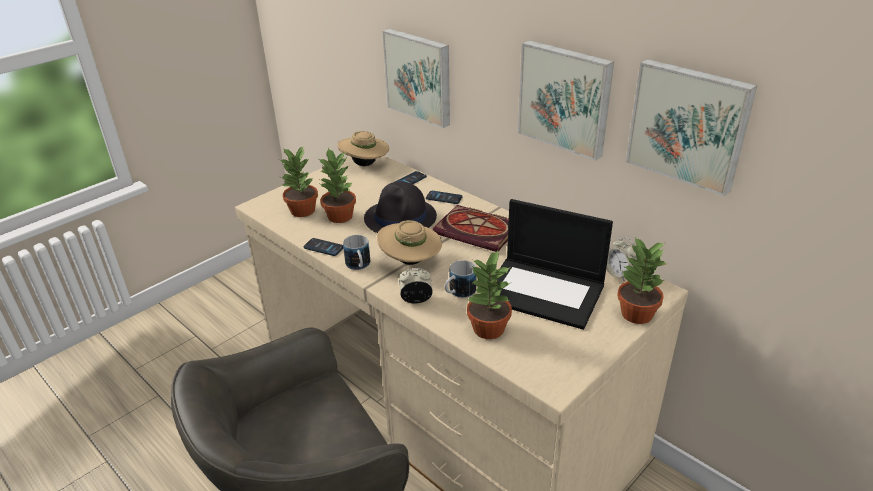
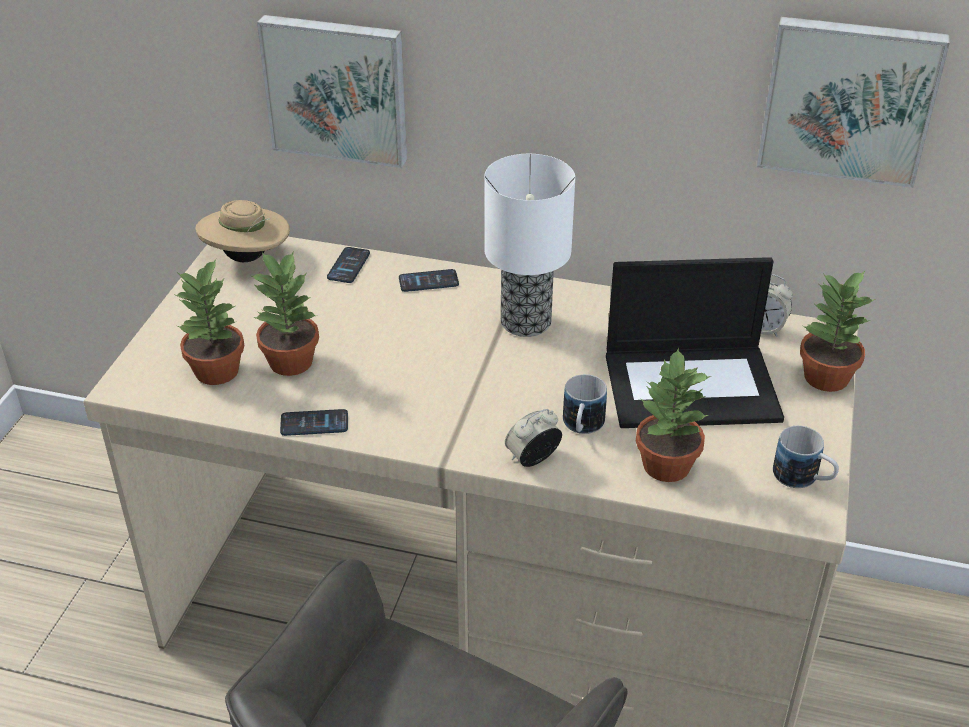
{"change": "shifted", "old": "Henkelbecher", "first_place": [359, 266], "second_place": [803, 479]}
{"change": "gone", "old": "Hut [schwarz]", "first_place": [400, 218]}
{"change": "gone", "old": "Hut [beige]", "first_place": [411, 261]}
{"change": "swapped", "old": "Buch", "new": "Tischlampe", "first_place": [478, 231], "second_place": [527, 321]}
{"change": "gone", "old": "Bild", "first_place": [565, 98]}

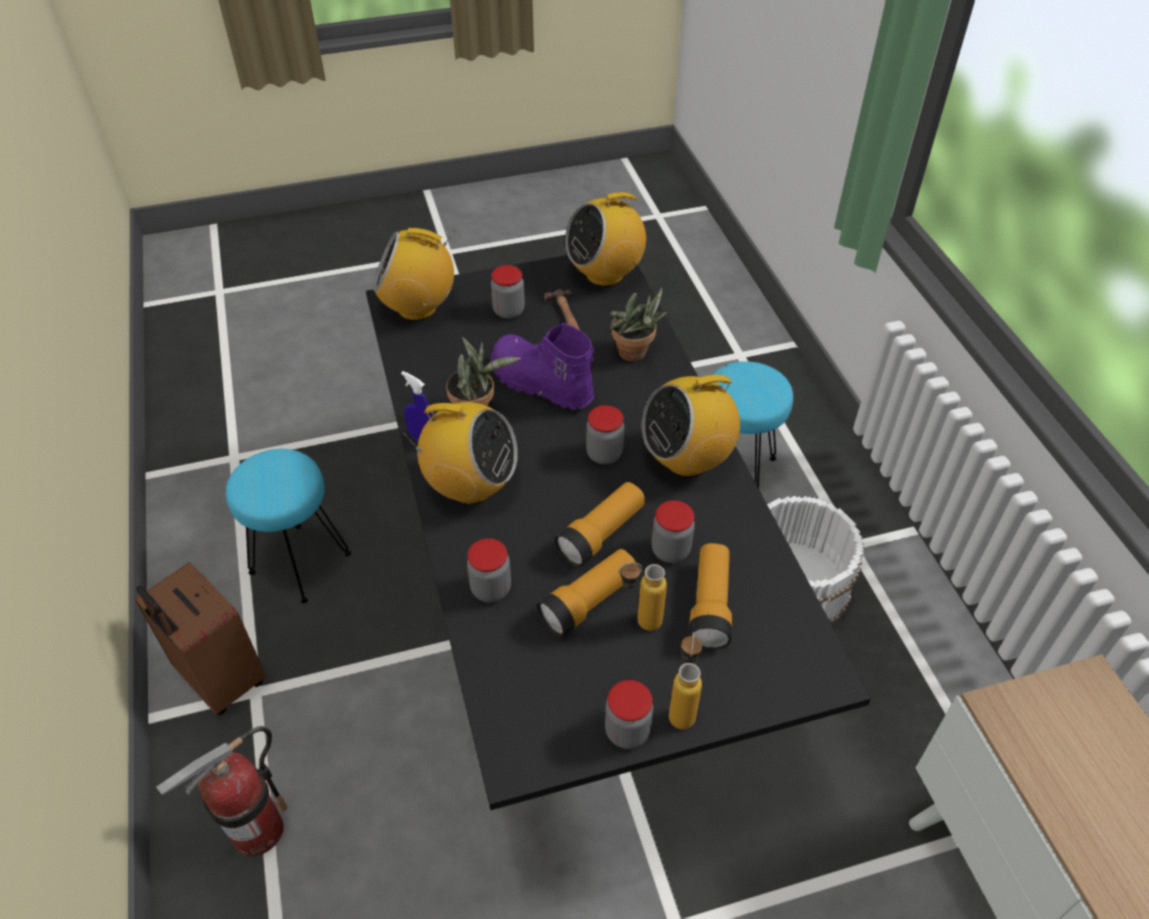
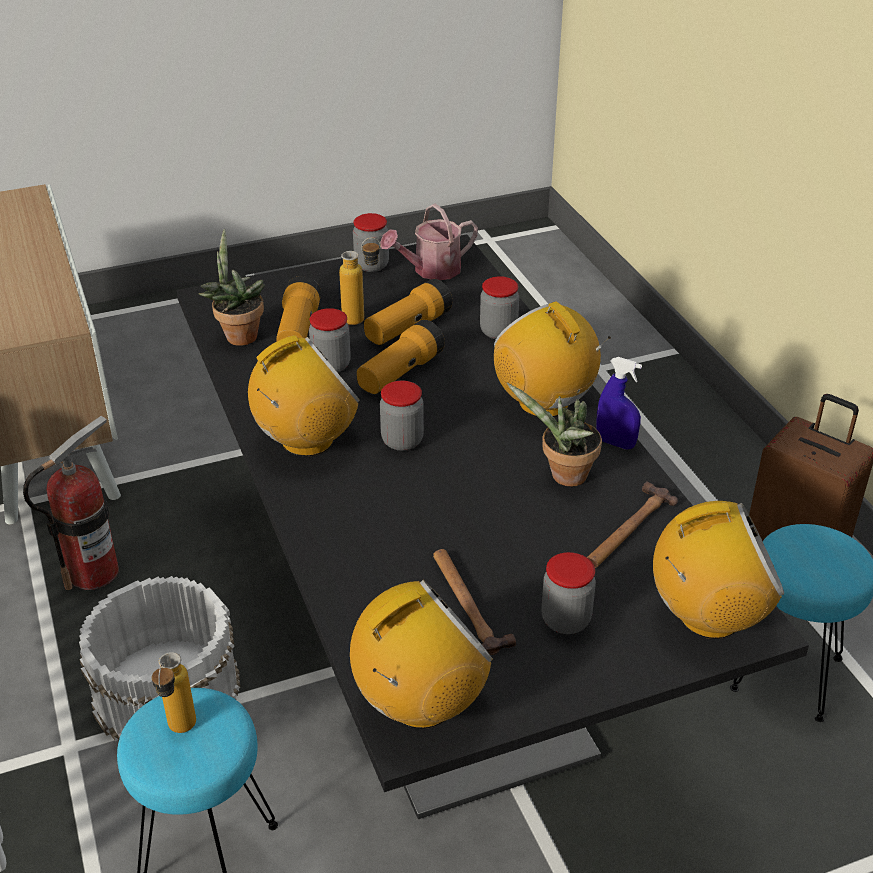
{"change": "shifted", "old": "Feuerlöscher", "first_place": [257, 830], "second_place": [93, 572]}
{"change": "rotated", "old": "Radio", "first_place": [470, 486], "second_place": [544, 403], "degrees": 45}
{"change": "gone", "old": "Stiefel [lila]", "first_place": [540, 384]}
{"change": "shifted", "old": "Topfpflanze", "first_place": [635, 355], "second_place": [238, 335]}
{"change": "shifted", "old": "Flasche", "first_place": [682, 707], "second_place": [179, 732]}
{"change": "new", "new": "Gießkanne", "second_place": [431, 270]}
{"change": "new", "new": "Hammer", "second_place": [627, 529]}

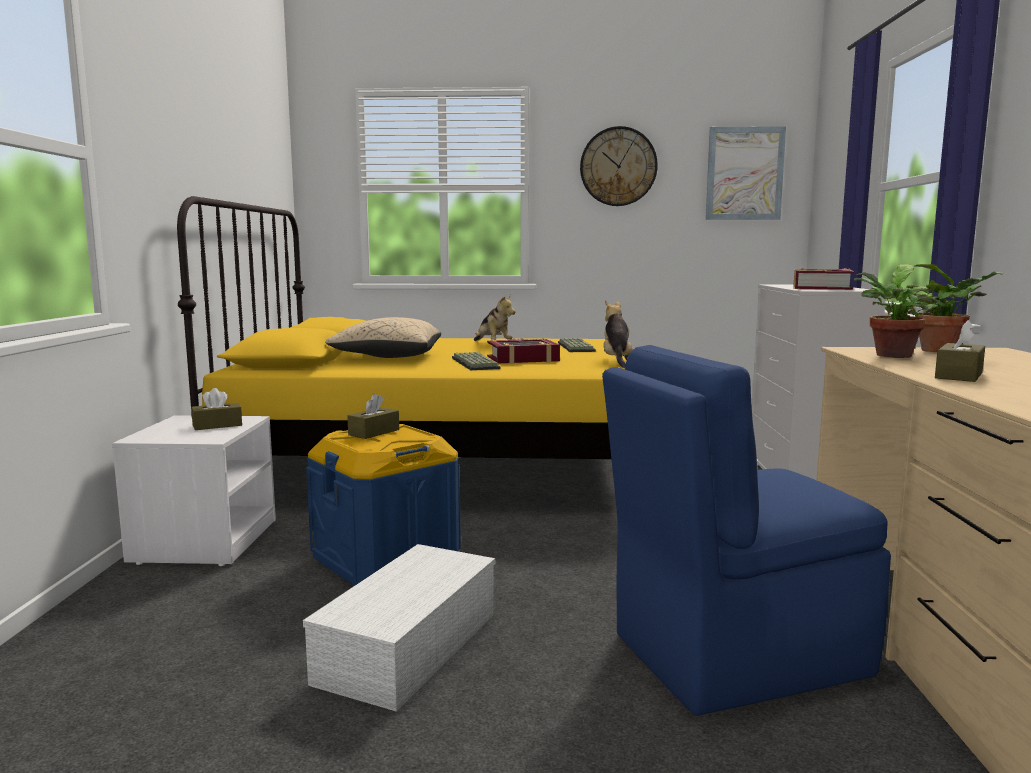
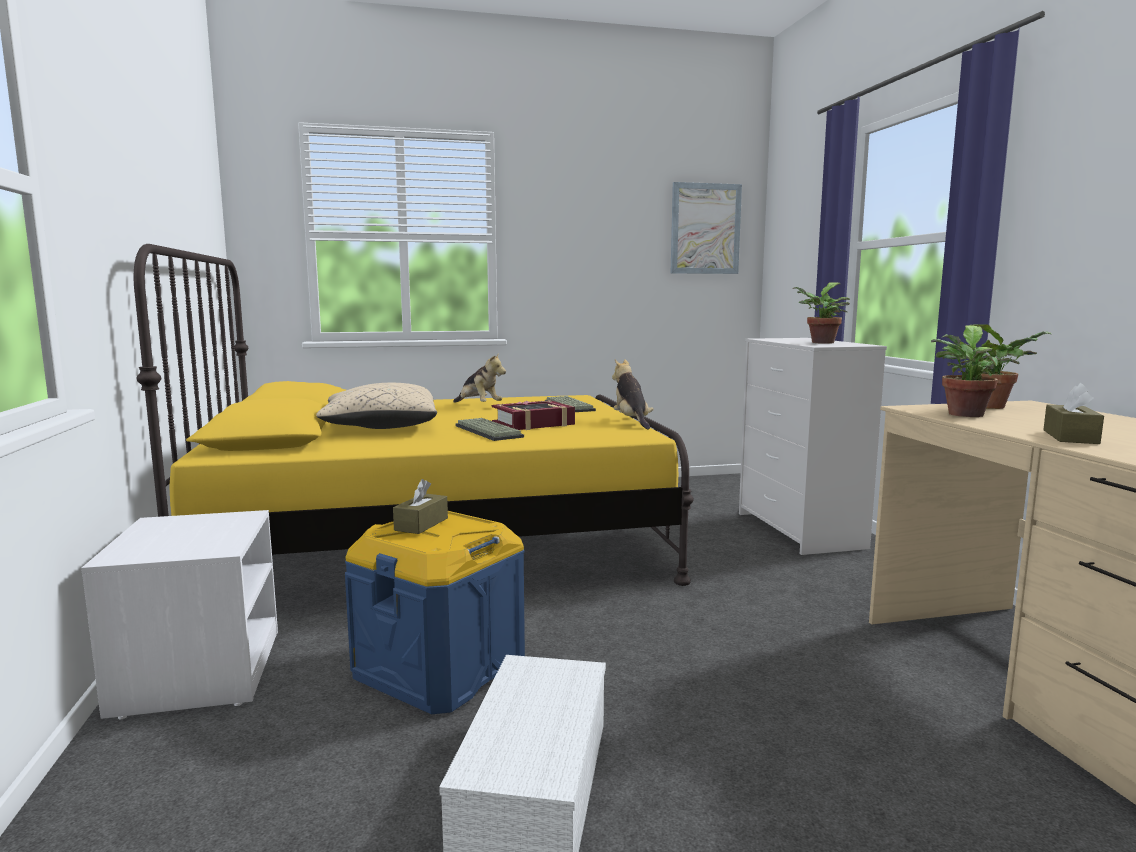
{"change": "gone", "old": "Taschentuchbox [braun]", "first_place": [217, 425]}
{"change": "gone", "old": "Wanduhr", "first_place": [618, 166]}
{"change": "gone", "old": "Stuhl [blau]", "first_place": [733, 655]}
{"change": "swapped", "old": "Buch", "new": "Topfpflanze", "first_place": [821, 288], "second_place": [820, 343]}

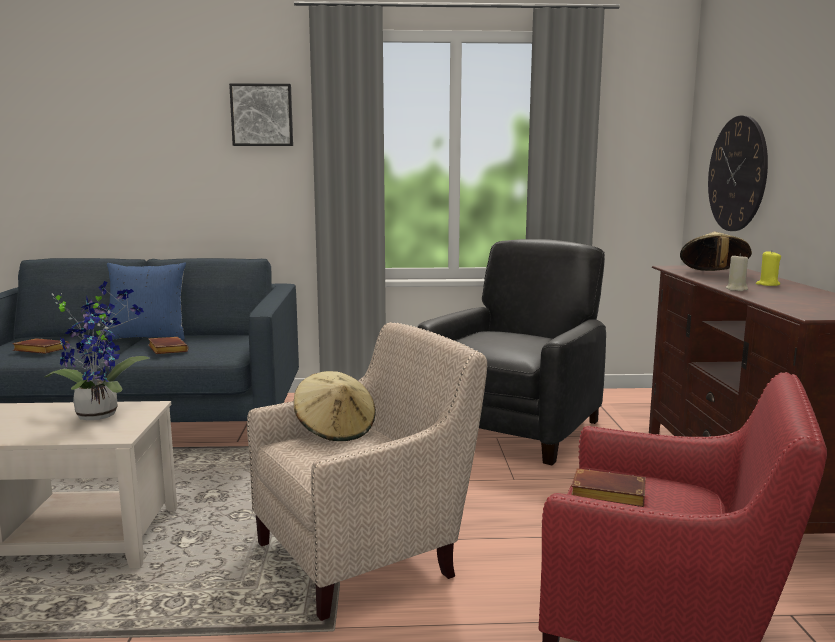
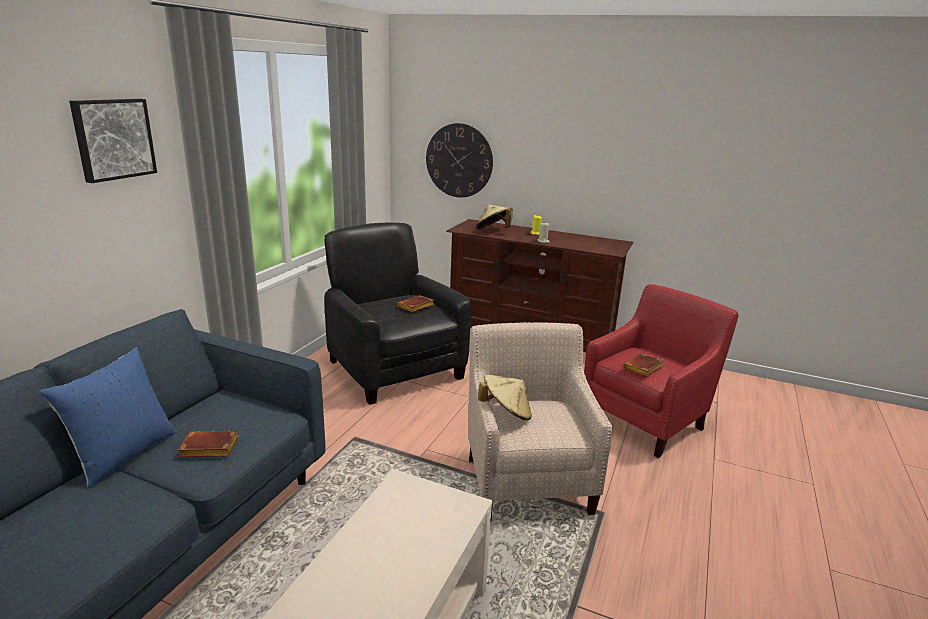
{"change": "shifted", "old": "Buch [braun]", "first_place": [39, 351], "second_place": [415, 307]}
{"change": "gone", "old": "Topfpflanze", "first_place": [101, 413]}

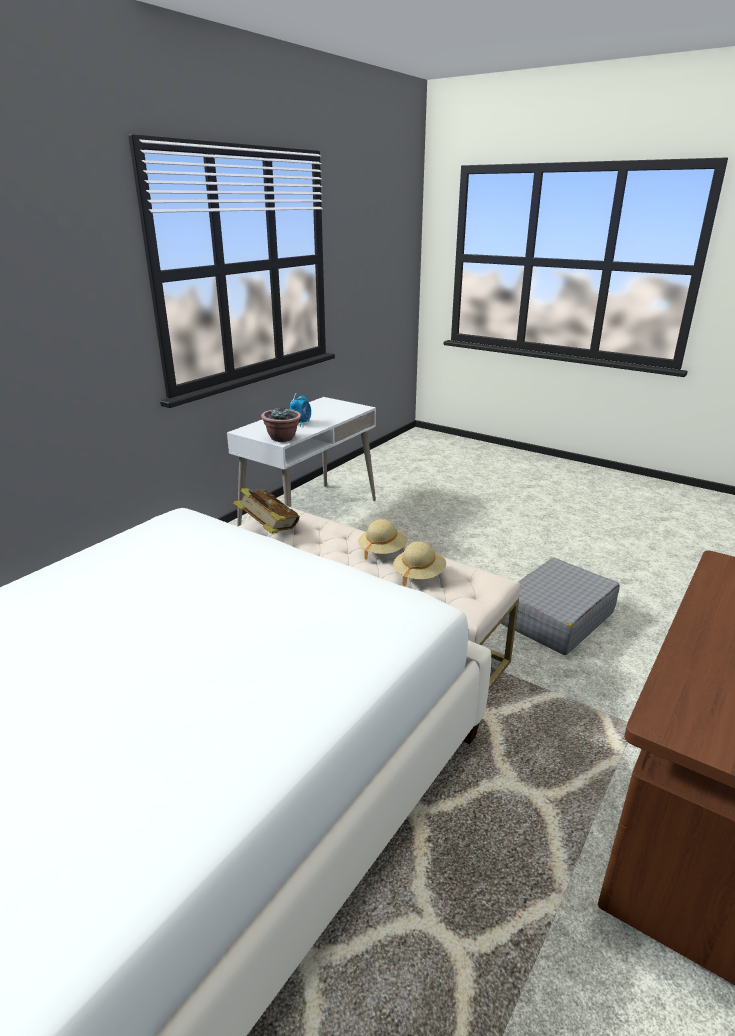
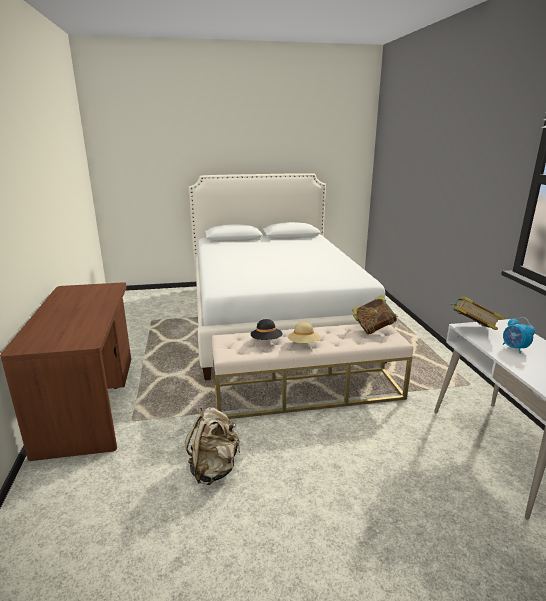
{"change": "swapped", "old": "Topfpflanze", "new": "Buch", "first_place": [282, 438], "second_place": [472, 329]}
{"change": "repainted", "old": "Hut [beige]", "new": "Hut [schwarz]", "first_place": [418, 575], "second_place": [266, 341]}
{"change": "swapped", "old": "Koffer [grau]", "new": "Rucksack [beige]", "first_place": [555, 618], "second_place": [214, 468]}

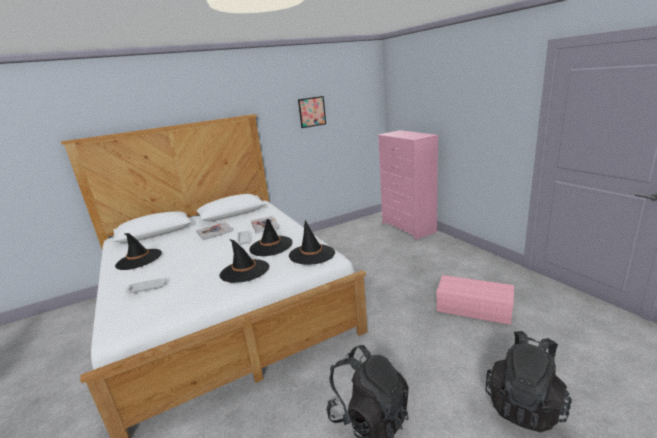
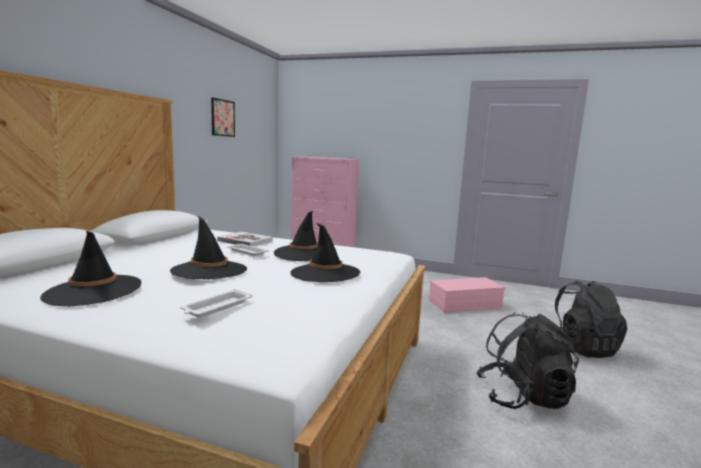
{"change": "gone", "old": "Buch", "first_place": [215, 232]}
{"change": "shifted", "old": "Hut [schwarz]", "first_place": [312, 254], "second_place": [209, 270]}

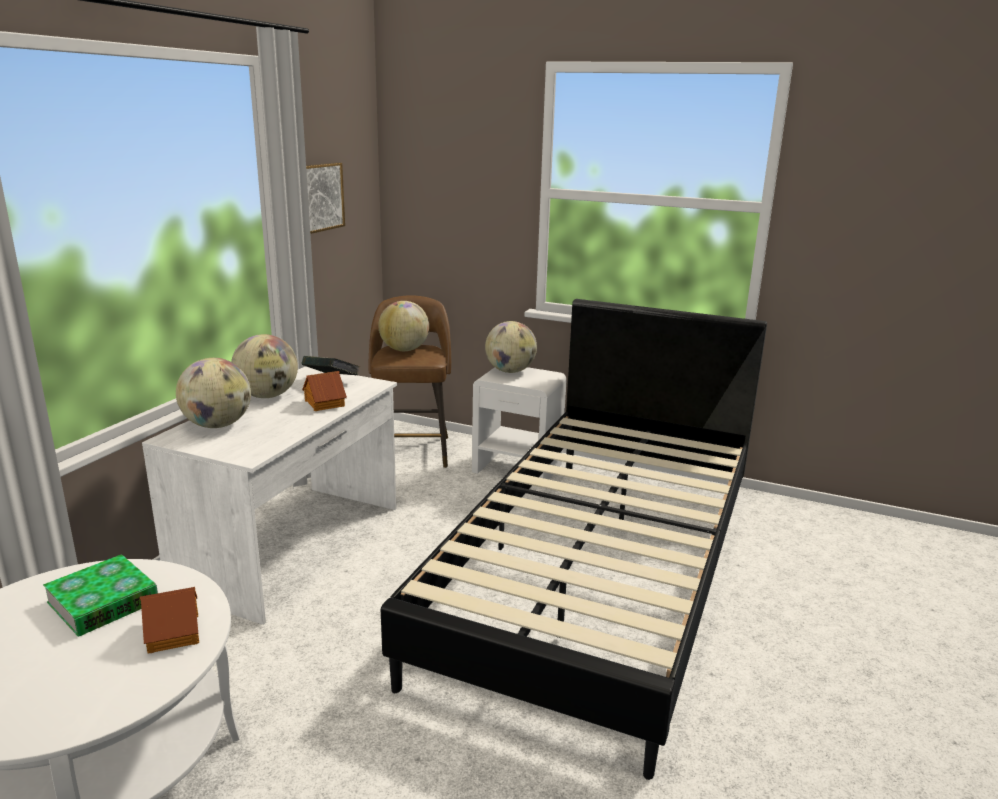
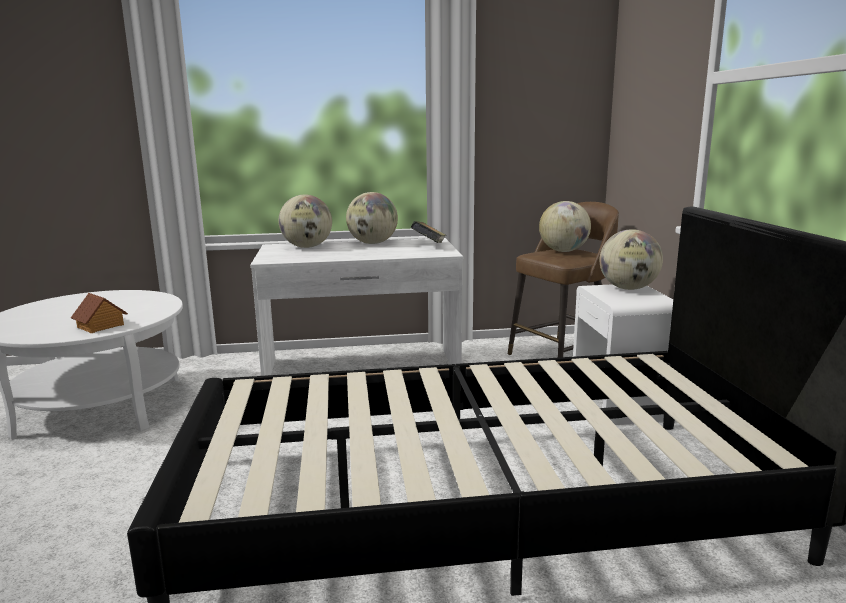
{"change": "gone", "old": "Buch", "first_place": [103, 602]}
{"change": "gone", "old": "Spielzeughaus", "first_place": [324, 403]}
{"change": "gone", "old": "Bild", "first_place": [319, 197]}

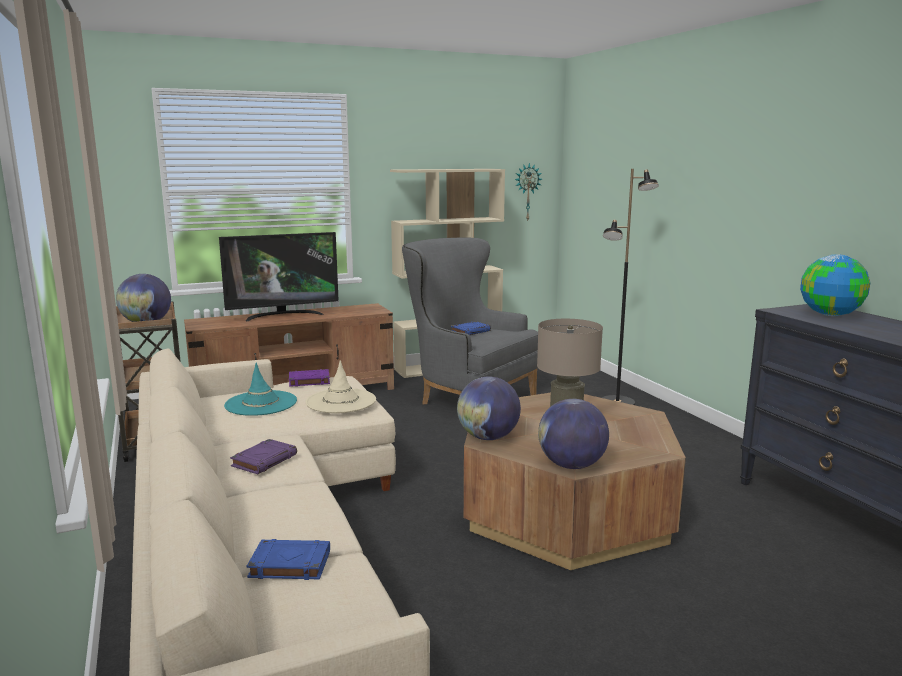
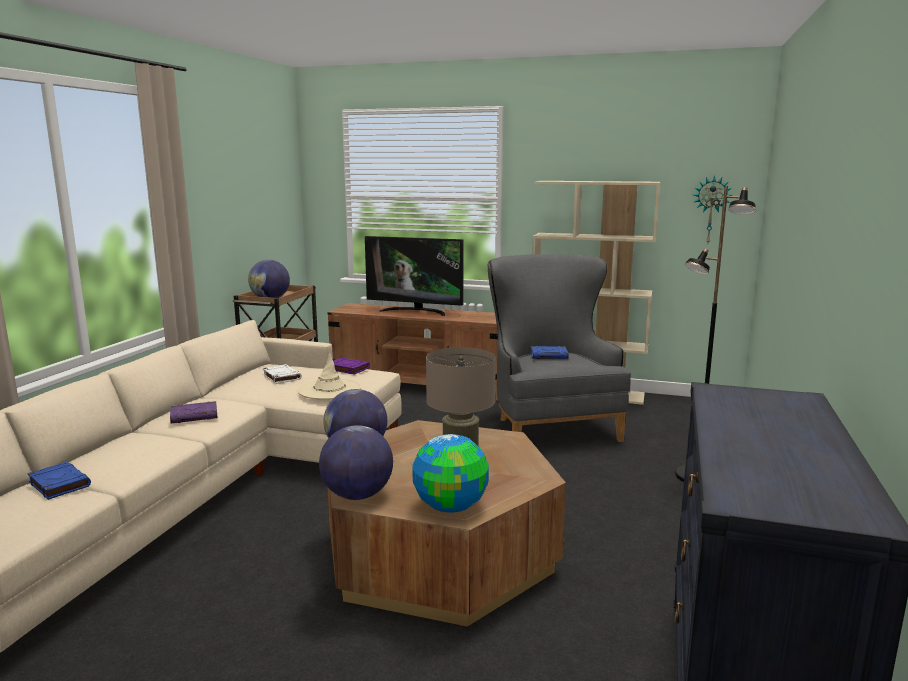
{"change": "swapped", "old": "Hut [türkis]", "new": "Buch [weiß]", "first_place": [261, 403], "second_place": [281, 377]}
{"change": "shifted", "old": "Globus", "first_place": [830, 314], "second_place": [451, 506]}

